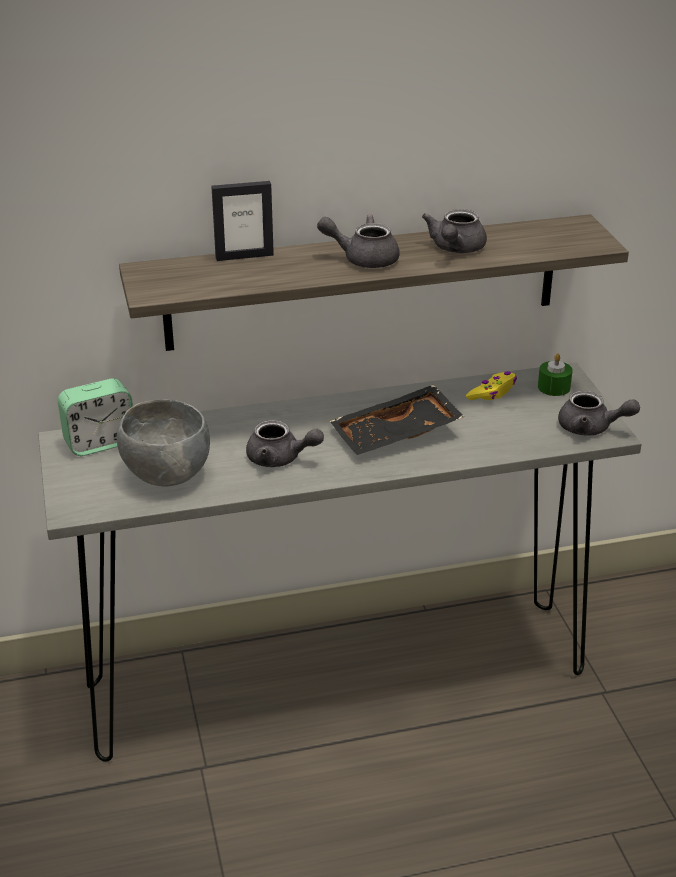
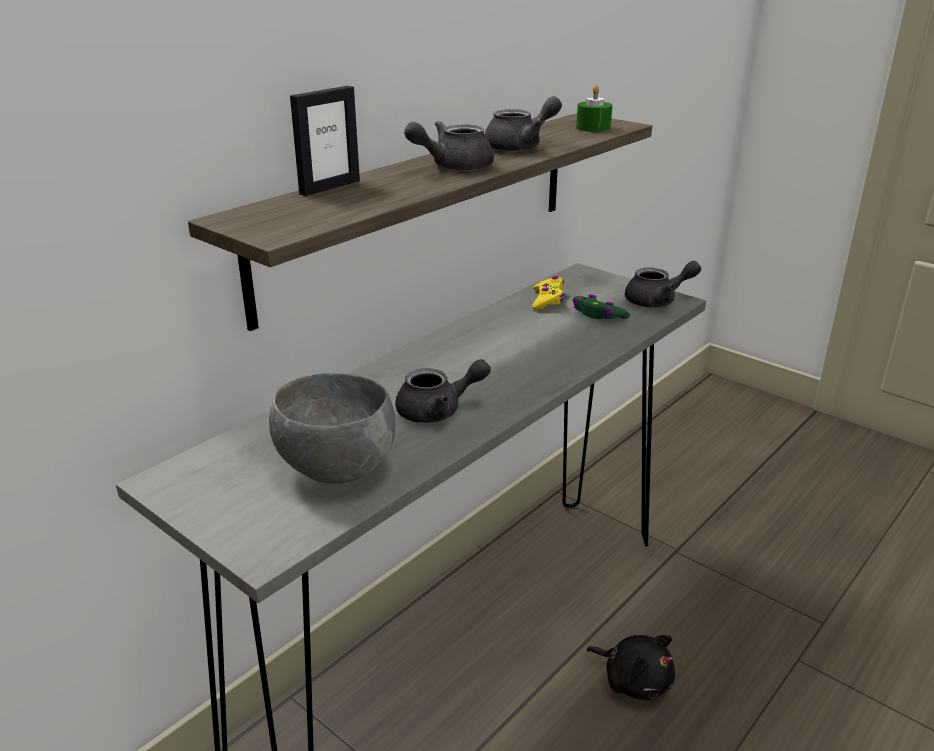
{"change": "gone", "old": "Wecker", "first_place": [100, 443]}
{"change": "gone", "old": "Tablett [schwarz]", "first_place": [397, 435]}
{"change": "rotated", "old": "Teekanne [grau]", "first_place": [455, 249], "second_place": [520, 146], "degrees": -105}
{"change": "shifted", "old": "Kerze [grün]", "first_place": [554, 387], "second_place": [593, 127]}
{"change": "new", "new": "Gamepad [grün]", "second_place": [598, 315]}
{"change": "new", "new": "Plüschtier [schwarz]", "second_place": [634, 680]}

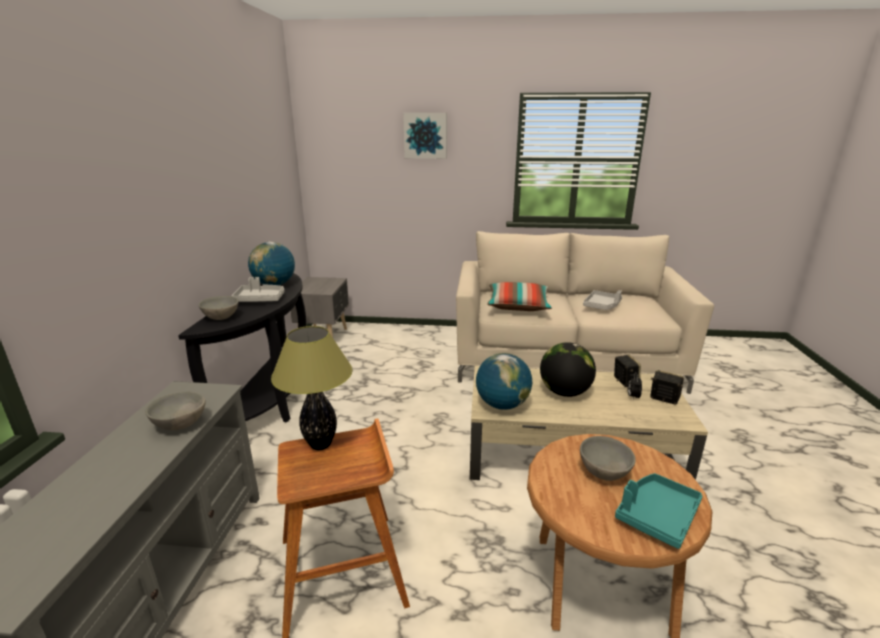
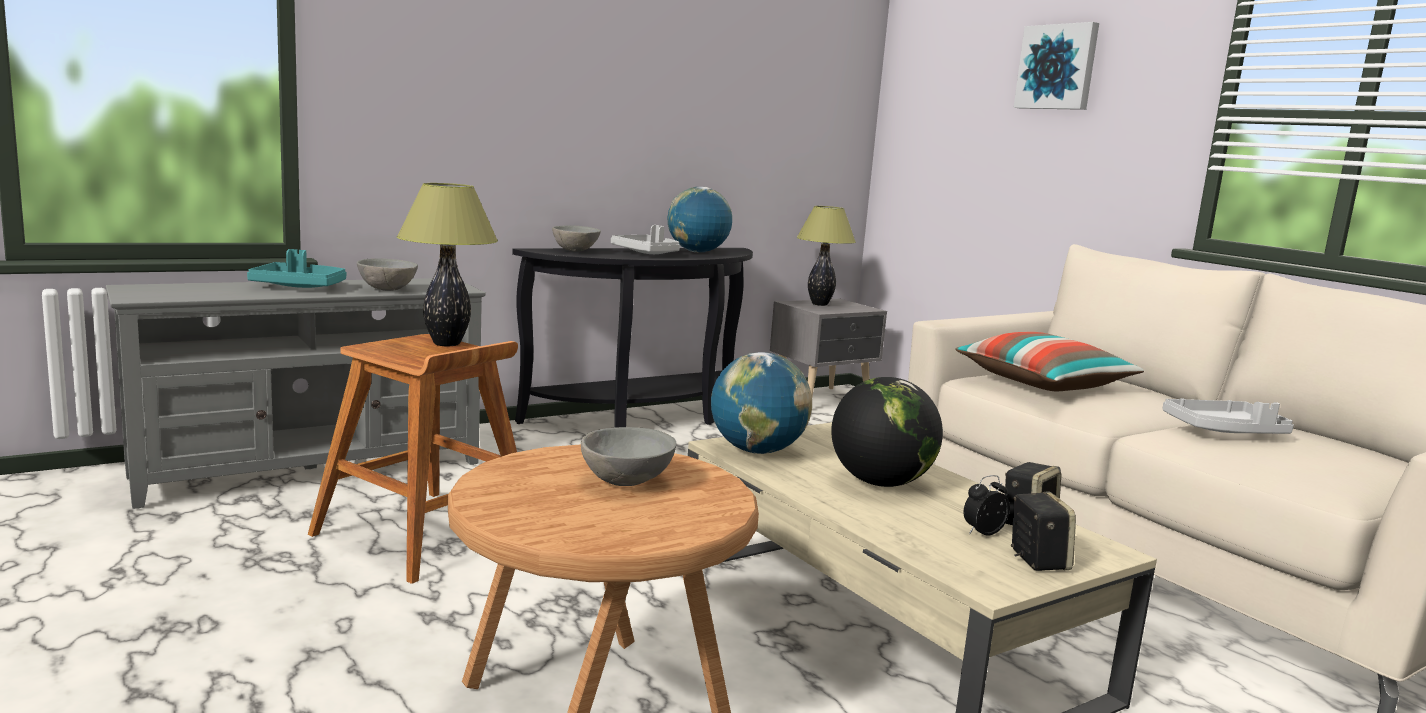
{"change": "shifted", "old": "Tablett [türkis]", "first_place": [656, 515], "second_place": [299, 286]}
{"change": "new", "new": "Tischlampe", "second_place": [820, 304]}

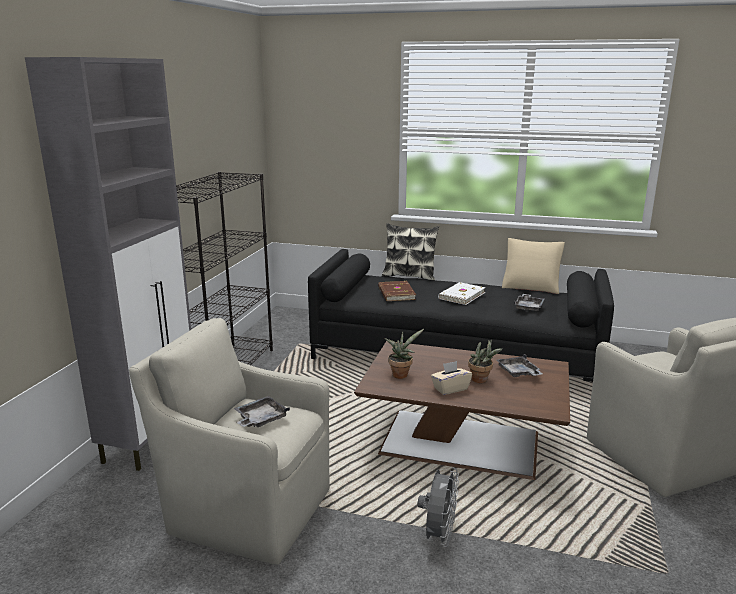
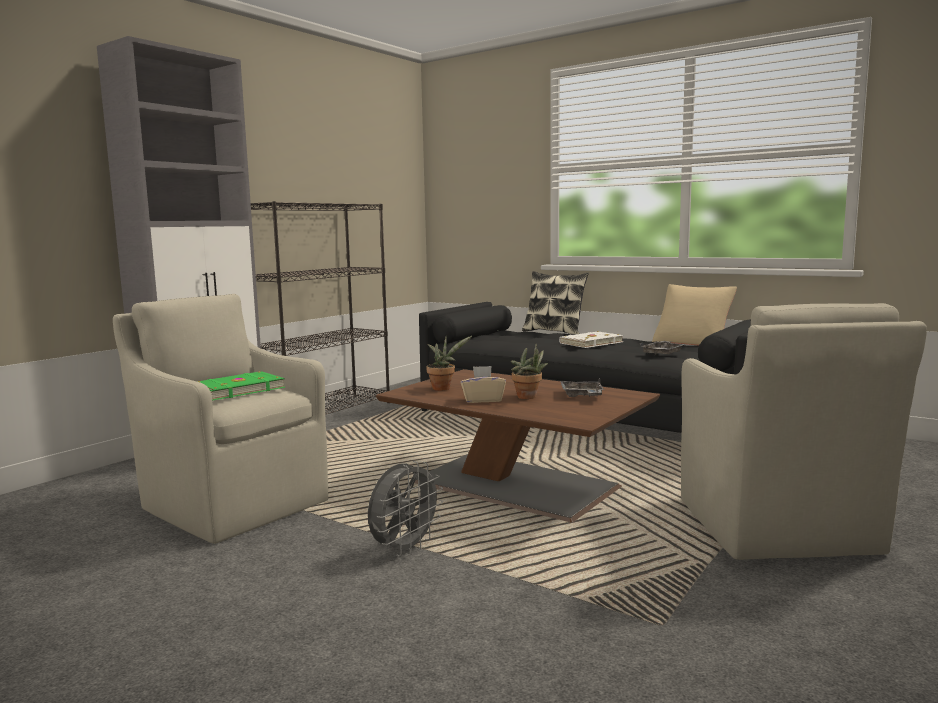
{"change": "swapped", "old": "Tablett [grau]", "new": "Buch [grün]", "first_place": [260, 419], "second_place": [237, 389]}
{"change": "gone", "old": "Buch [braun]", "first_place": [395, 293]}

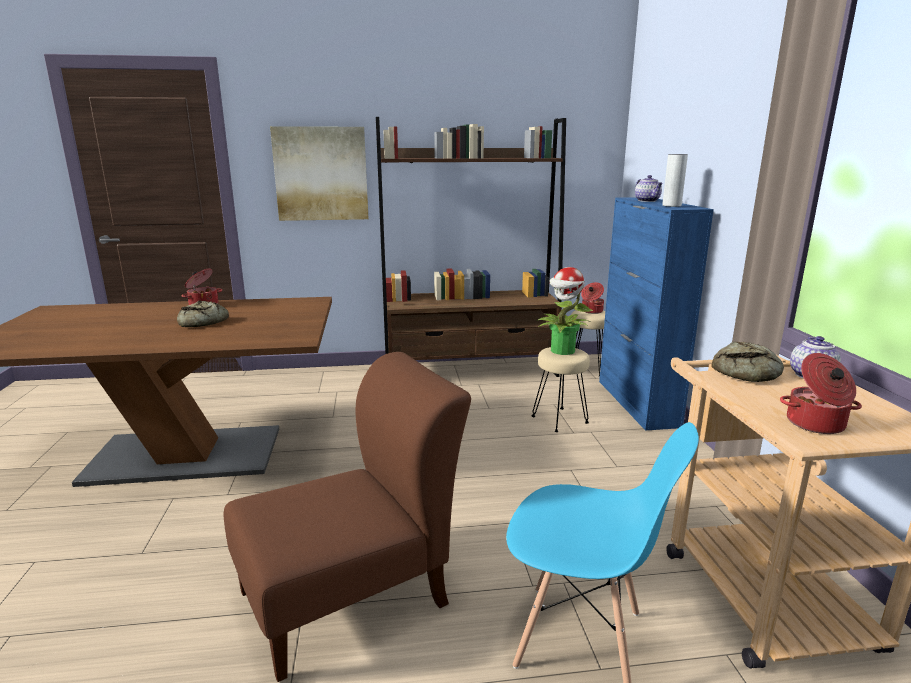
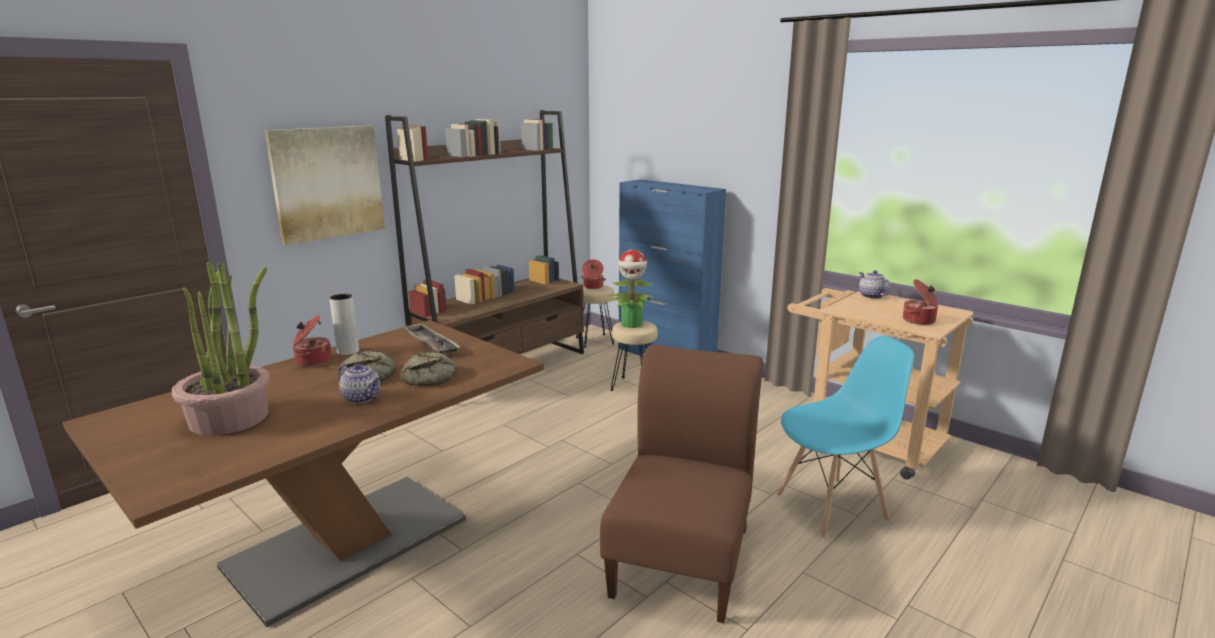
{"change": "shifted", "old": "Teekanne", "first_place": [647, 201], "second_place": [362, 398]}
{"change": "shifted", "old": "Vase [grau]", "first_place": [671, 206], "second_place": [348, 351]}
{"change": "shifted", "old": "Brot", "first_place": [749, 372], "second_place": [432, 377]}
{"change": "new", "new": "Topfpflanze", "second_place": [230, 418]}
{"change": "new", "new": "Tablett", "second_place": [431, 343]}

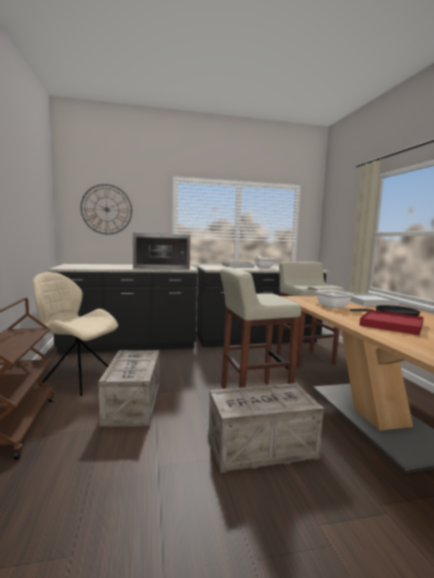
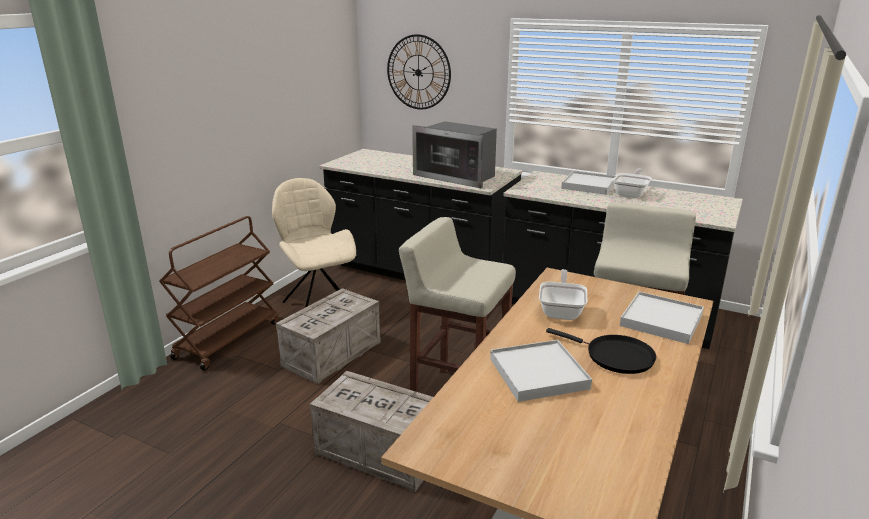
{"change": "repainted", "old": "Tablett [rot]", "new": "Tablett [weiß]", "first_place": [391, 325], "second_place": [539, 374]}

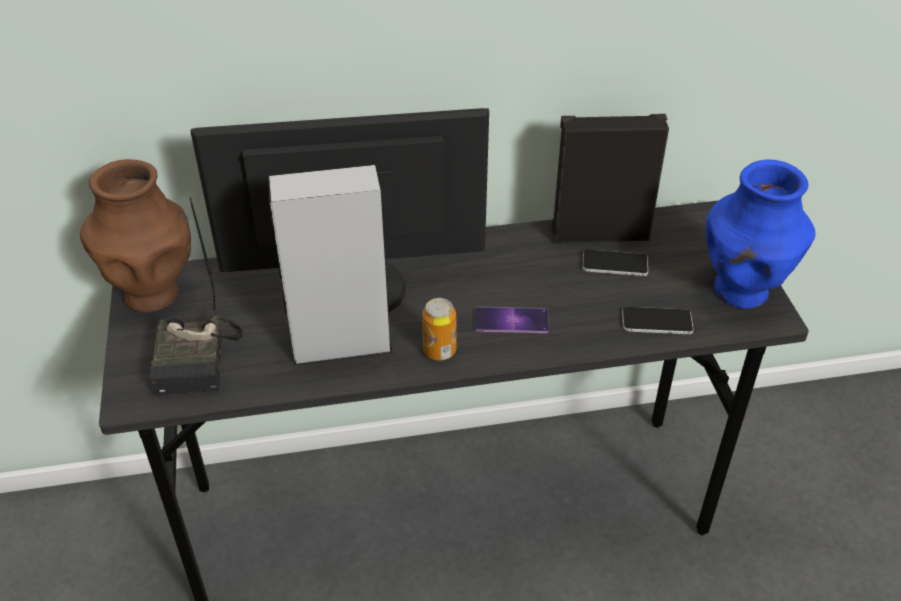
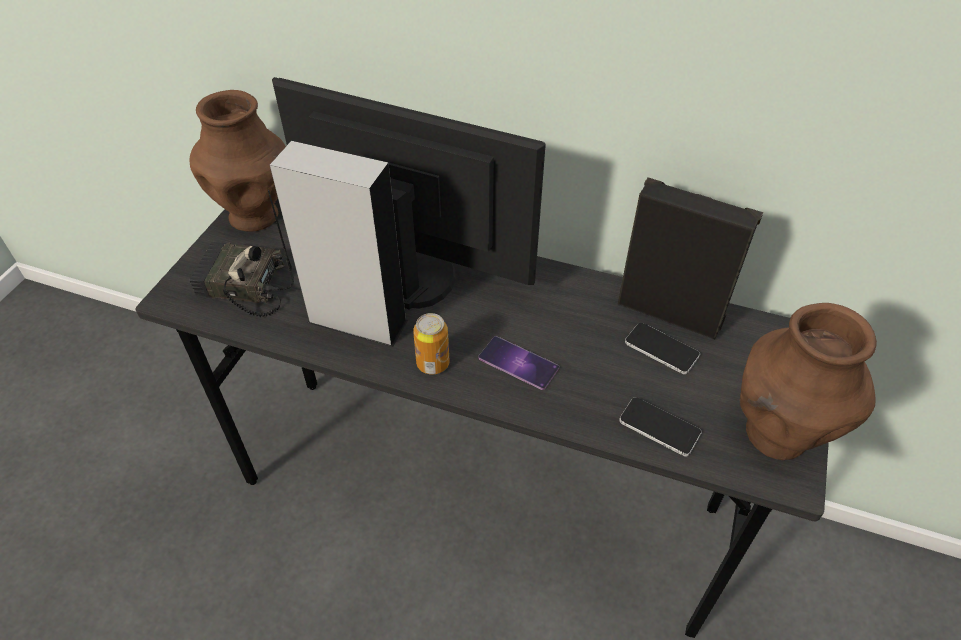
{"change": "rotated", "old": "Radio", "first_place": [199, 361], "second_place": [242, 287], "degrees": 75}
{"change": "repainted", "old": "Vase [blau]", "new": "Vase [braun]", "first_place": [742, 292], "second_place": [776, 435]}

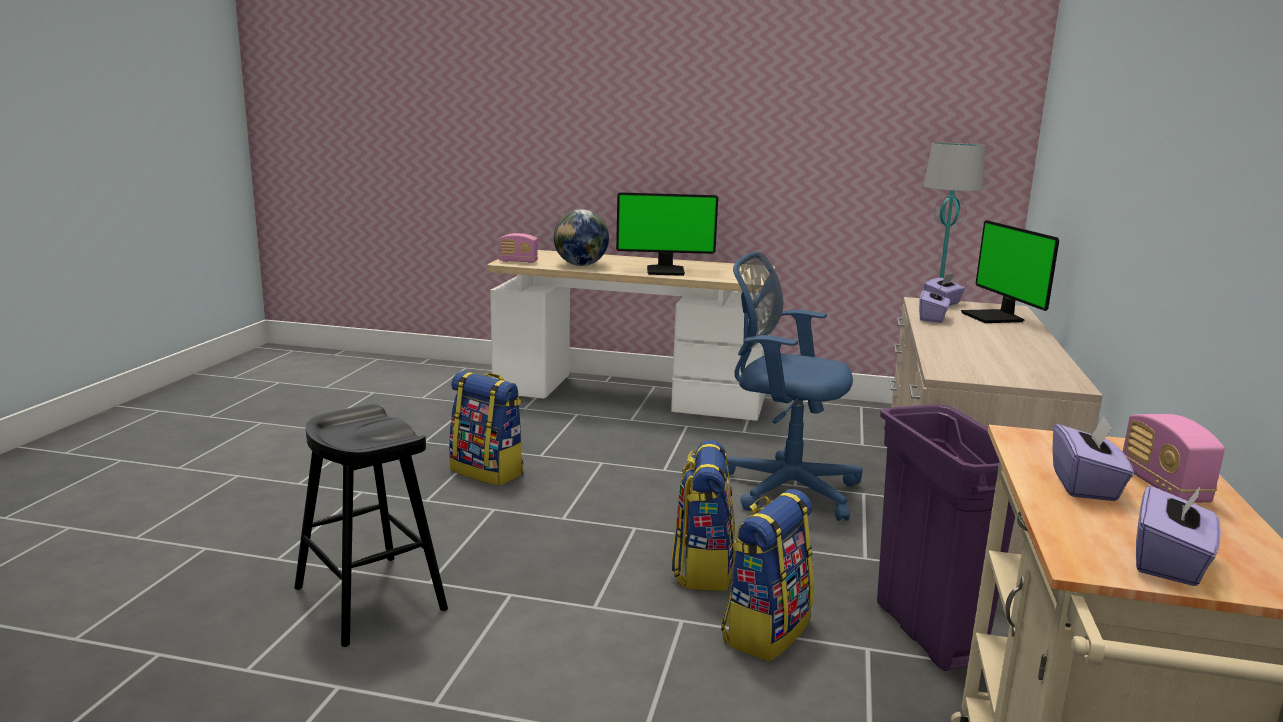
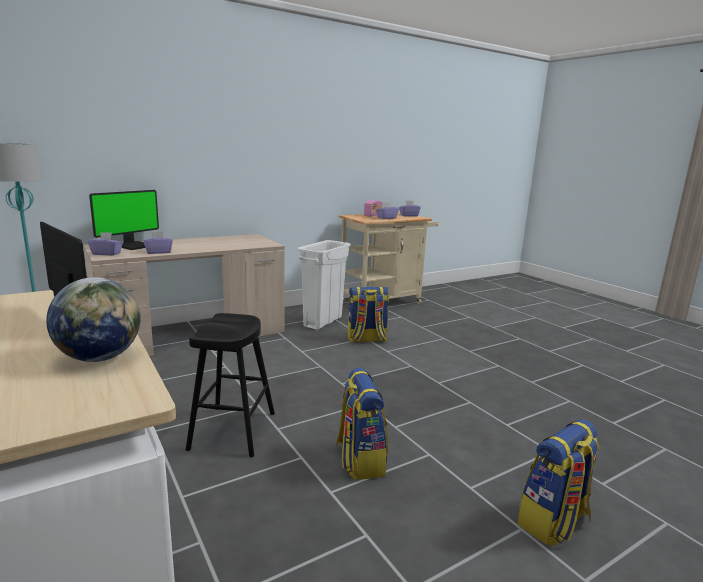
{"change": "shifted", "old": "Hocker [schwarz]", "first_place": [370, 599], "second_place": [233, 430]}
{"change": "gone", "old": "Radio", "first_place": [518, 261]}
{"change": "shifted", "old": "Rucksack", "first_place": [702, 568], "second_place": [553, 522]}
{"change": "gone", "old": "Bürostuhl [blau]", "first_place": [783, 488]}
{"change": "repainted", "old": "Mülleimer [lila]", "new": "Mülleimer [weiß]", "first_place": [928, 633], "second_place": [323, 322]}

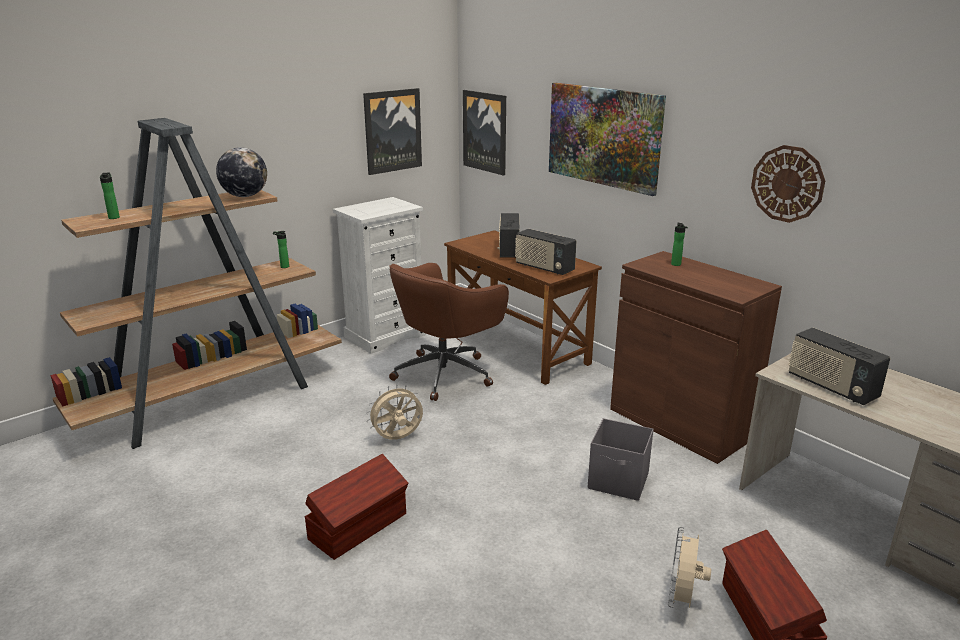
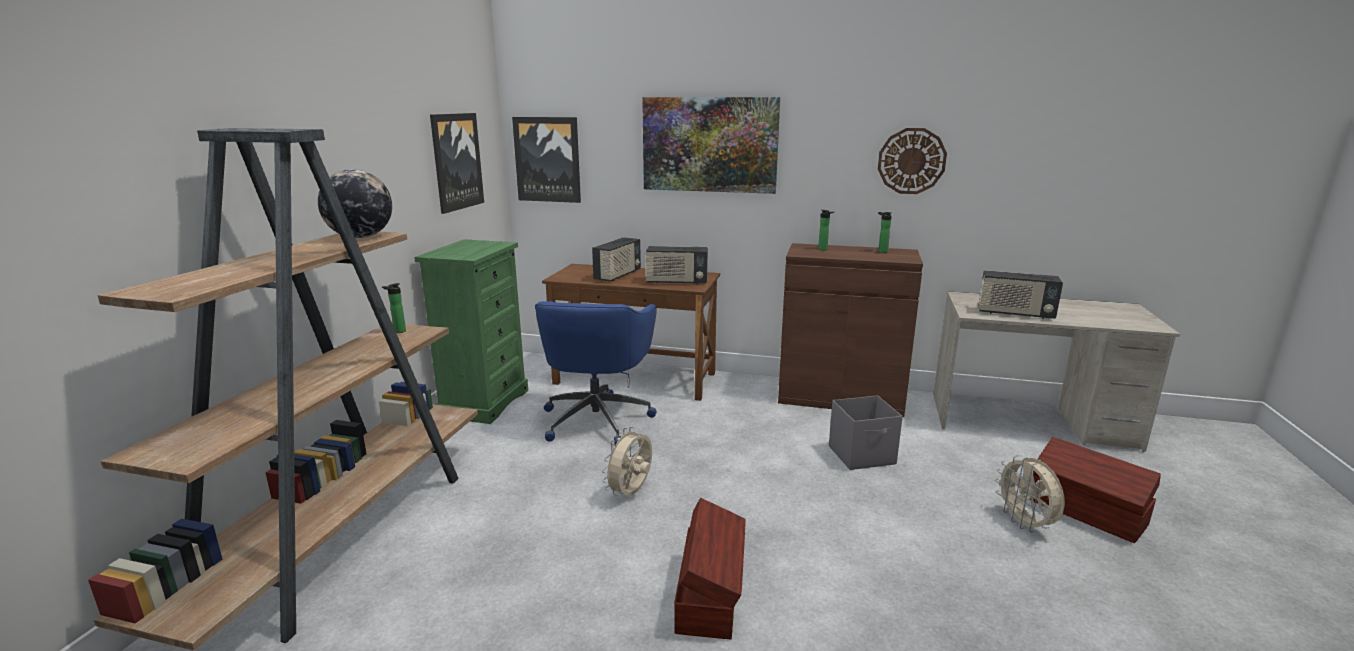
{"change": "shifted", "old": "Flasche", "first_place": [114, 217], "second_place": [881, 251]}
{"change": "repainted", "old": "Kommode [weiß]", "new": "Kommode [grün]", "first_place": [385, 335], "second_place": [484, 403]}
{"change": "repainted", "old": "Bürostuhl [braun]", "new": "Bürostuhl [blau]", "first_place": [446, 373], "second_place": [597, 418]}
{"change": "rotated", "old": "Radio", "first_place": [508, 250], "second_place": [618, 275], "degrees": -120}

